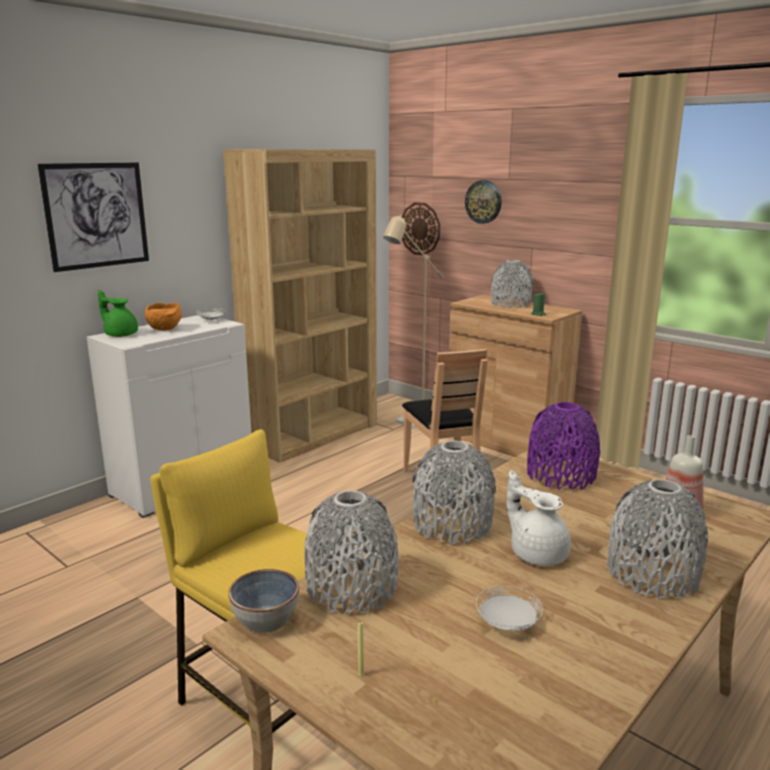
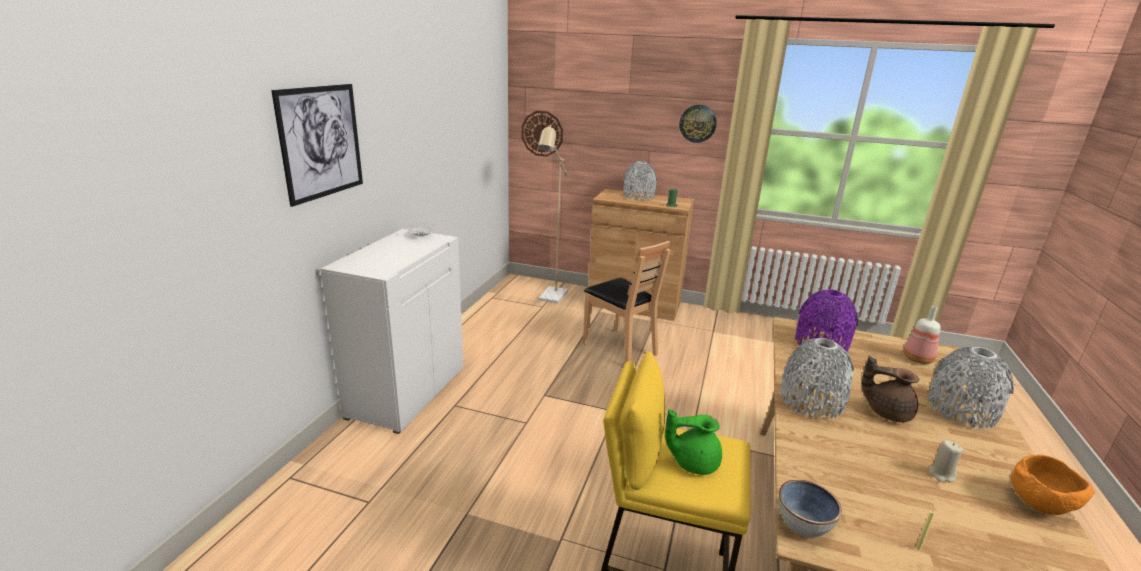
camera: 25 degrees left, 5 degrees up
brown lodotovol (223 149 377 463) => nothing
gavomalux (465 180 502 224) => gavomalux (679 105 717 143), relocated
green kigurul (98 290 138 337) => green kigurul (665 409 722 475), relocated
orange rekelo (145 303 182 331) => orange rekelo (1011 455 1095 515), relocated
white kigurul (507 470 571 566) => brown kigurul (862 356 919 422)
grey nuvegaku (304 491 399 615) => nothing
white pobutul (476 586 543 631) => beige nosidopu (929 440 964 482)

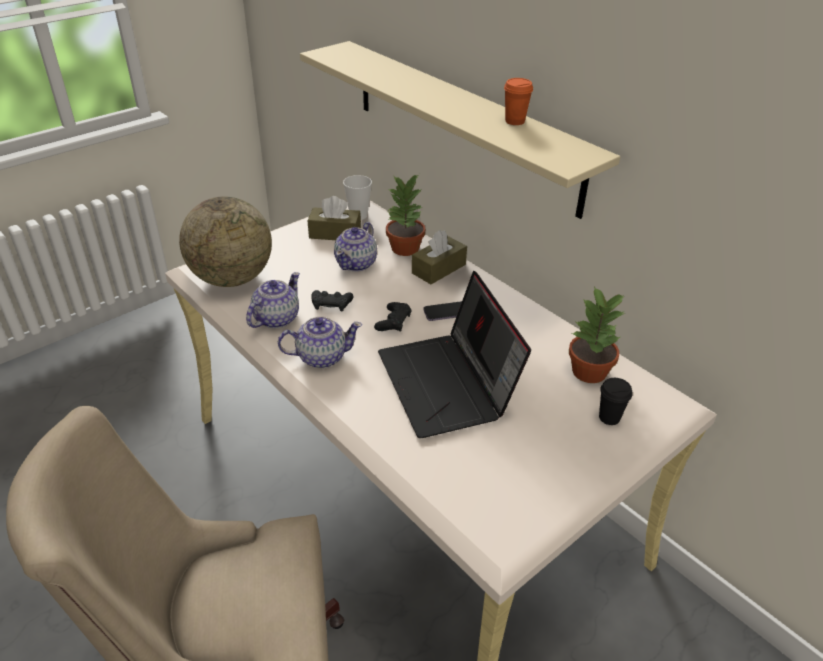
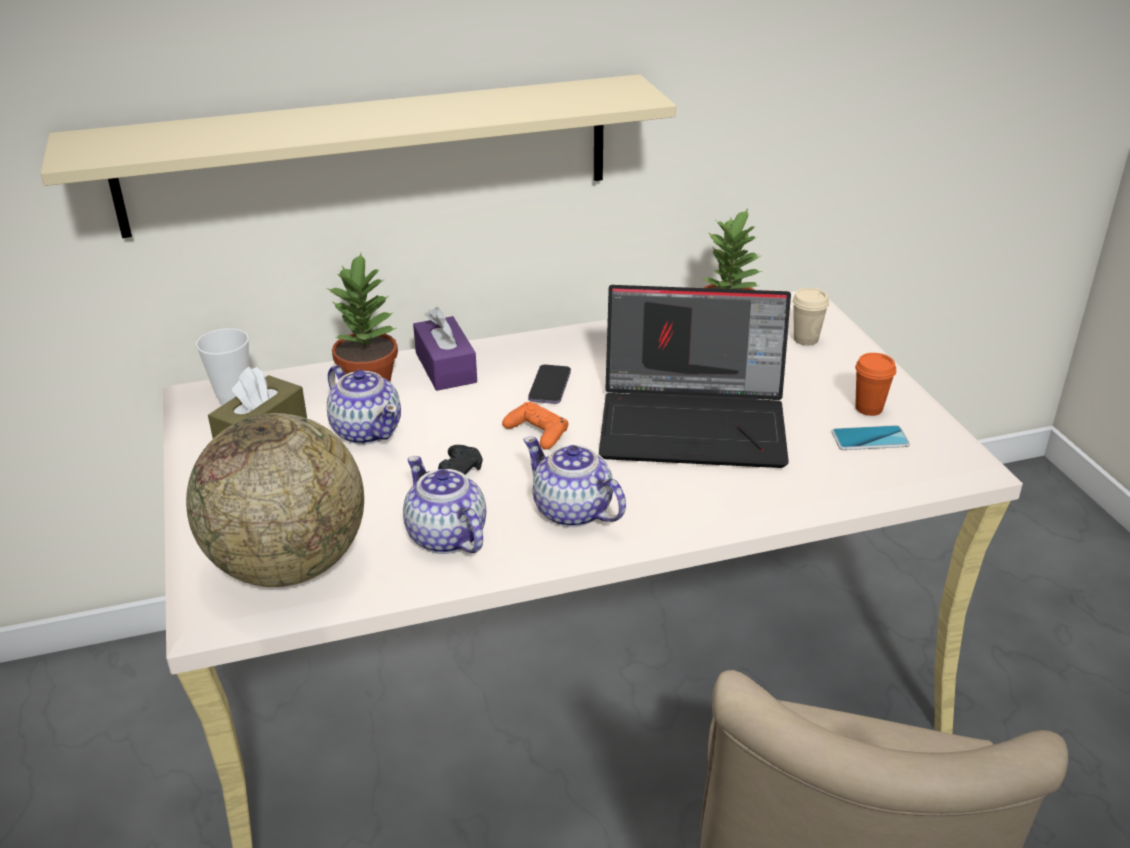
camera: 65 degrees left, 5 degrees down
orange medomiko (504 78 533 125) => orange medomiko (855 353 896 416), relocated
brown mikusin (412 230 467 284) => purple mikusin (413 307 477 391)
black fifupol (374 302 411 332) => orange fifupol (502 402 569 450)
kigurul (278 317 362 368) => kigurul (523 437 626 527), 60 degrees counterclockwise
black medomiko (599 378 632 425) => beige medomiko (792 288 829 345)
nothing => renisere (831 425 910 450)

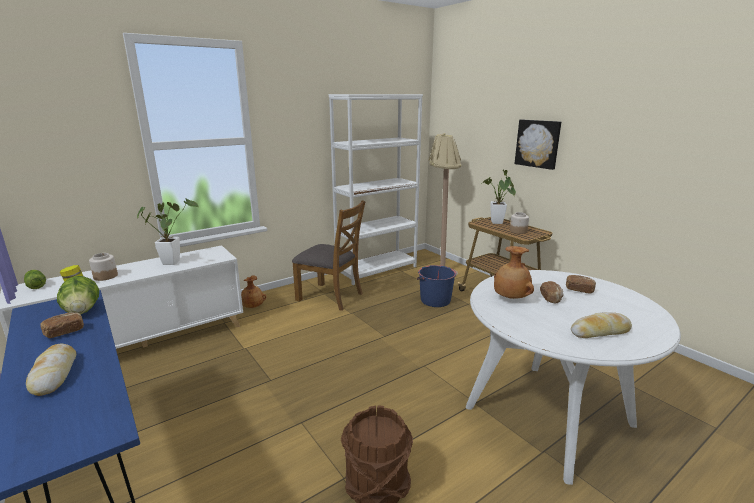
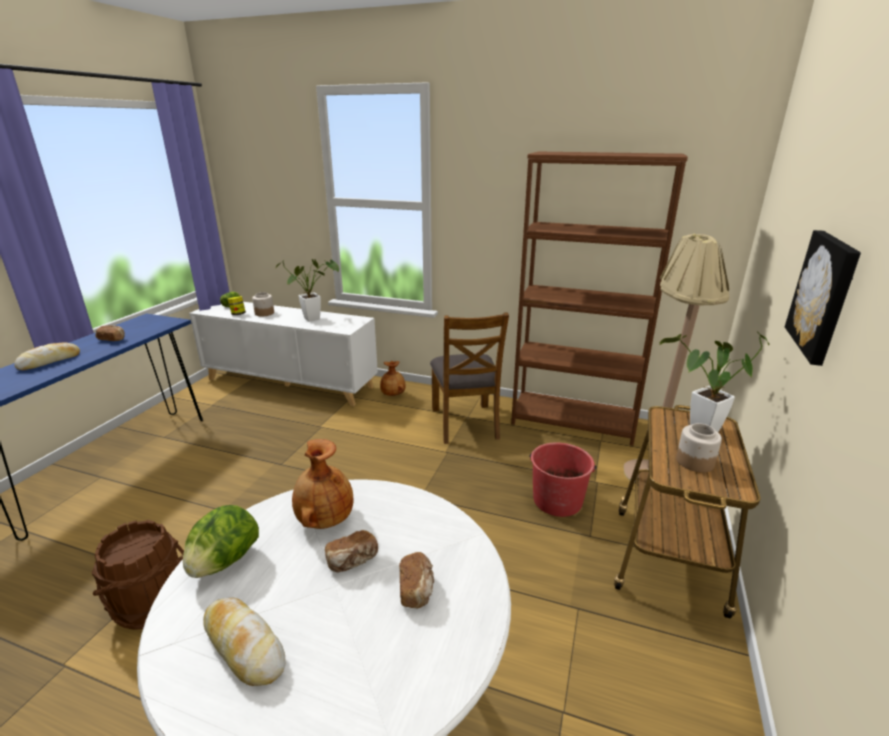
camera: 55 degrees right, 5 degrees up
white lodotovol (329 94 423 285) => brown lodotovol (511 152 688 446)
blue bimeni (417 265 456 307) => red bimeni (529 443 597 517)
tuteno (57 276 99 314) => tuteno (183 505 259 578), relocated

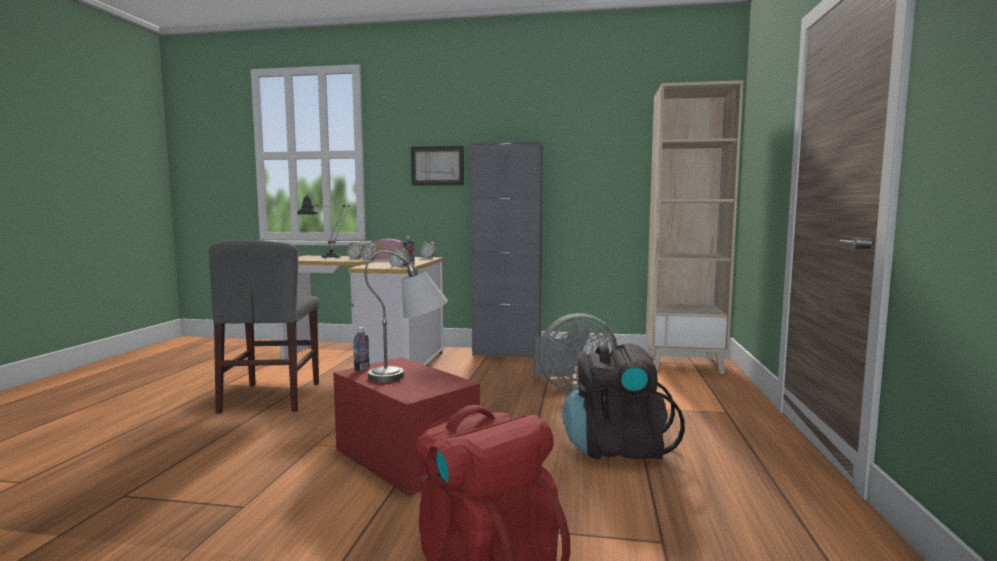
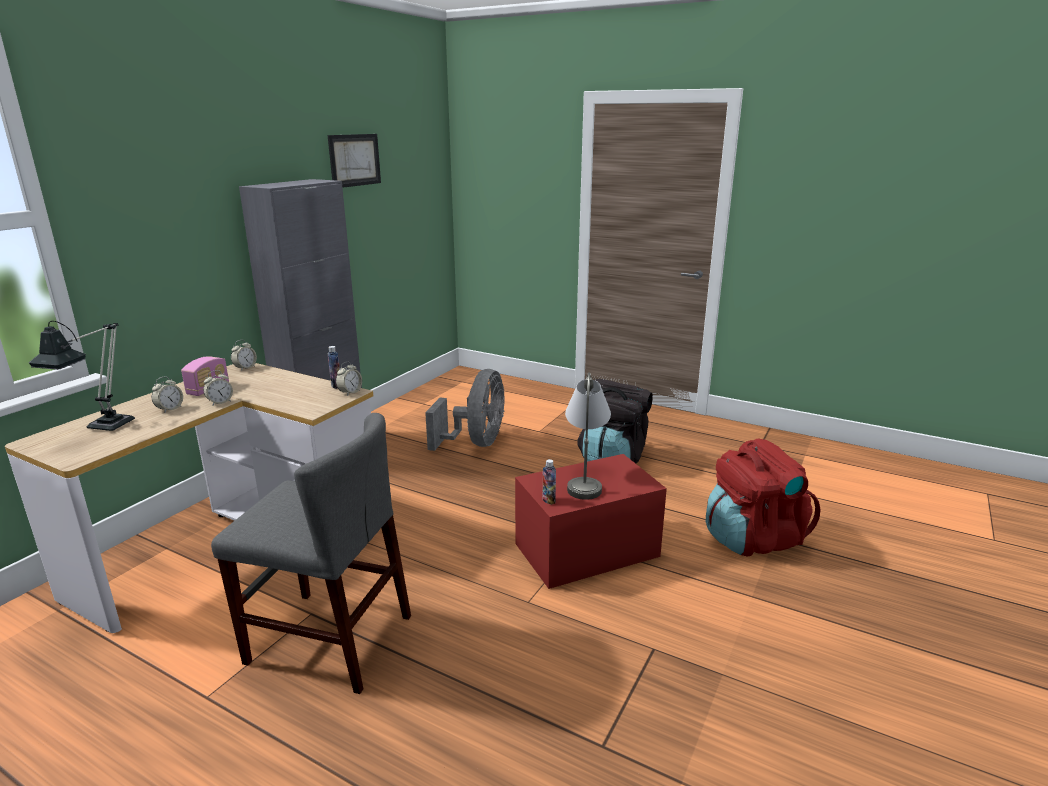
camera: 70 degrees left, 15 degrees up
beige lodotovol (646 80 744 374) => nothing
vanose (411 146 464 186) => vanose (328 134 381 188), relocated

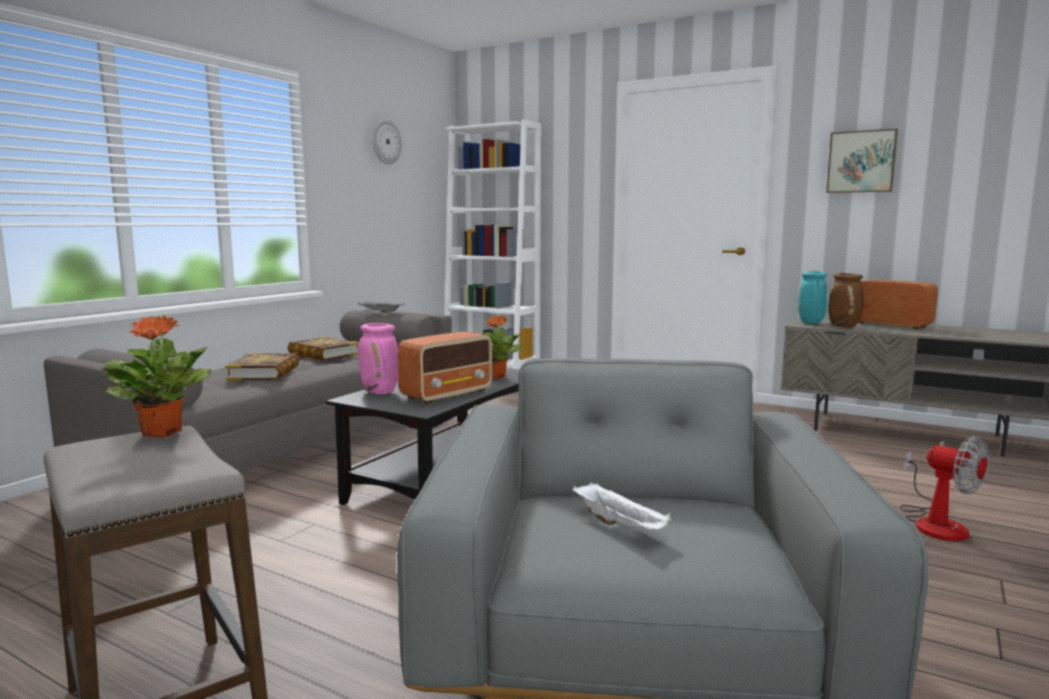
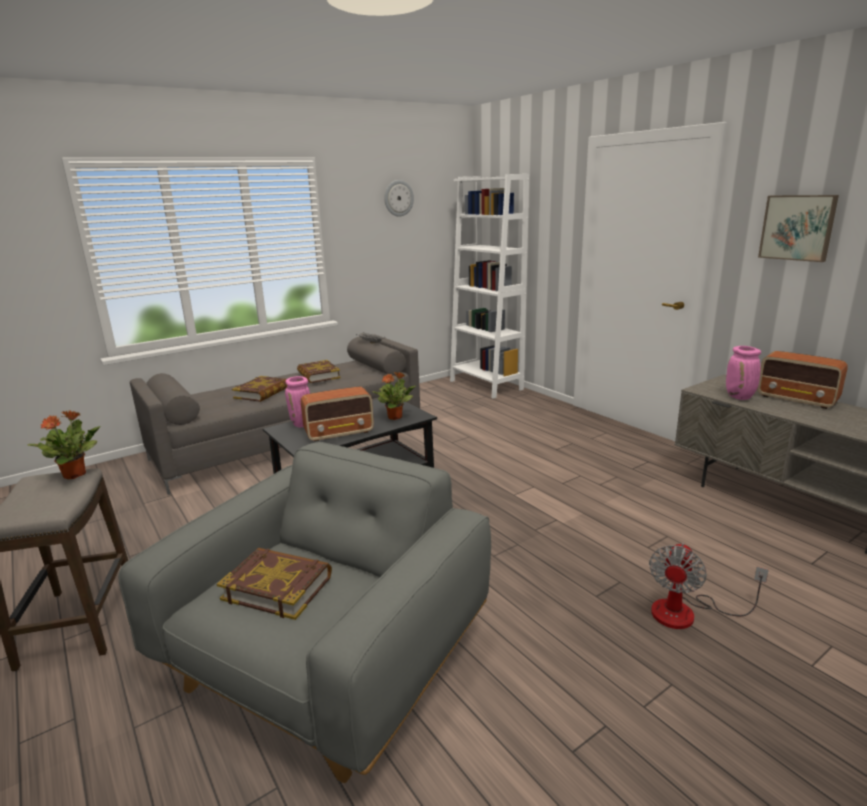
camera: 25 degrees right, 10 degrees up
turquoise nuvegaku (798 271 827 324) => nothing
brown nuvegaku (828 273 864 327) => pink nuvegaku (726 346 761 400)
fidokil (859 280 938 329) => fidokil (758 351 847 409), 150 degrees clockwise
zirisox (900 436 990 541) => zirisox (649 543 769 629), 45 degrees clockwise
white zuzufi (572 483 672 530) => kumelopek (217 548 332 620)

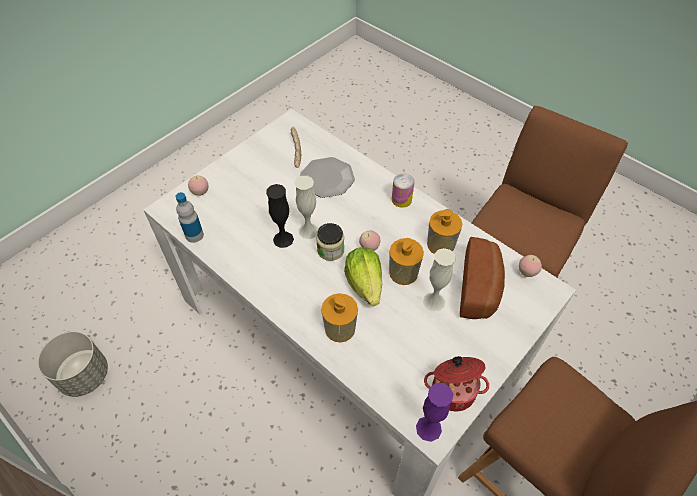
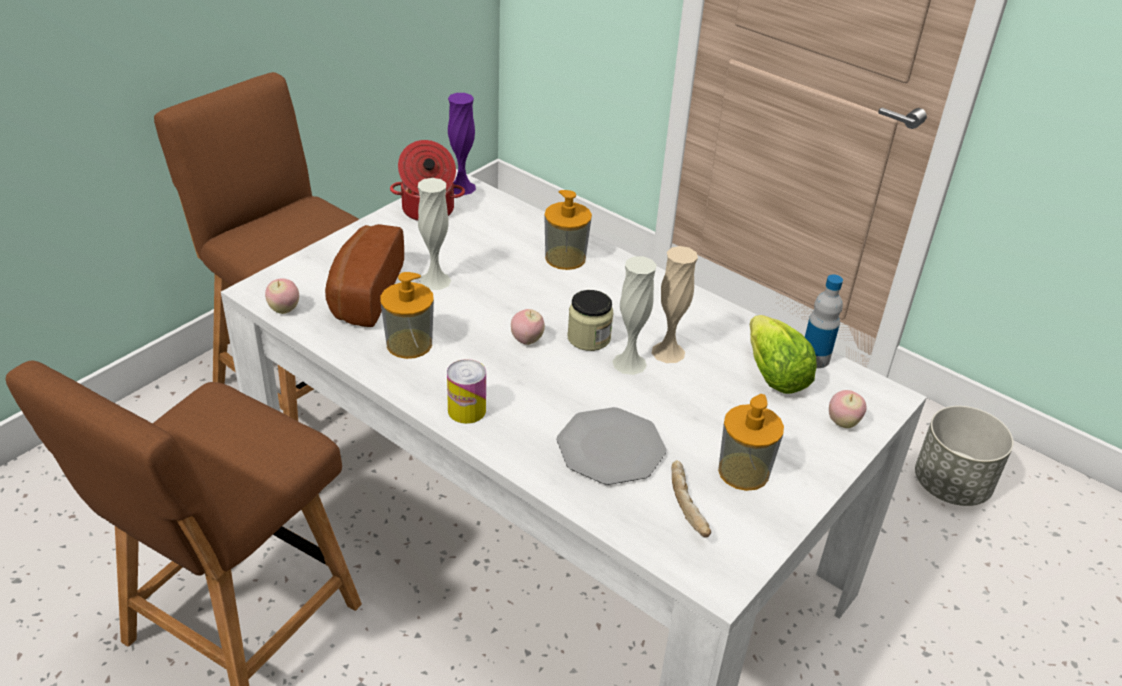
camera: 175 degrees right, 15 degrees down
black nuvegaku (266 184 294 248) => beige nuvegaku (652 246 698 363)
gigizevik (389 238 424 285) => gigizevik (718 394 784 491), relocated
tuteno (344 247 383 306) => tuteno (750 315 817 394), relocated

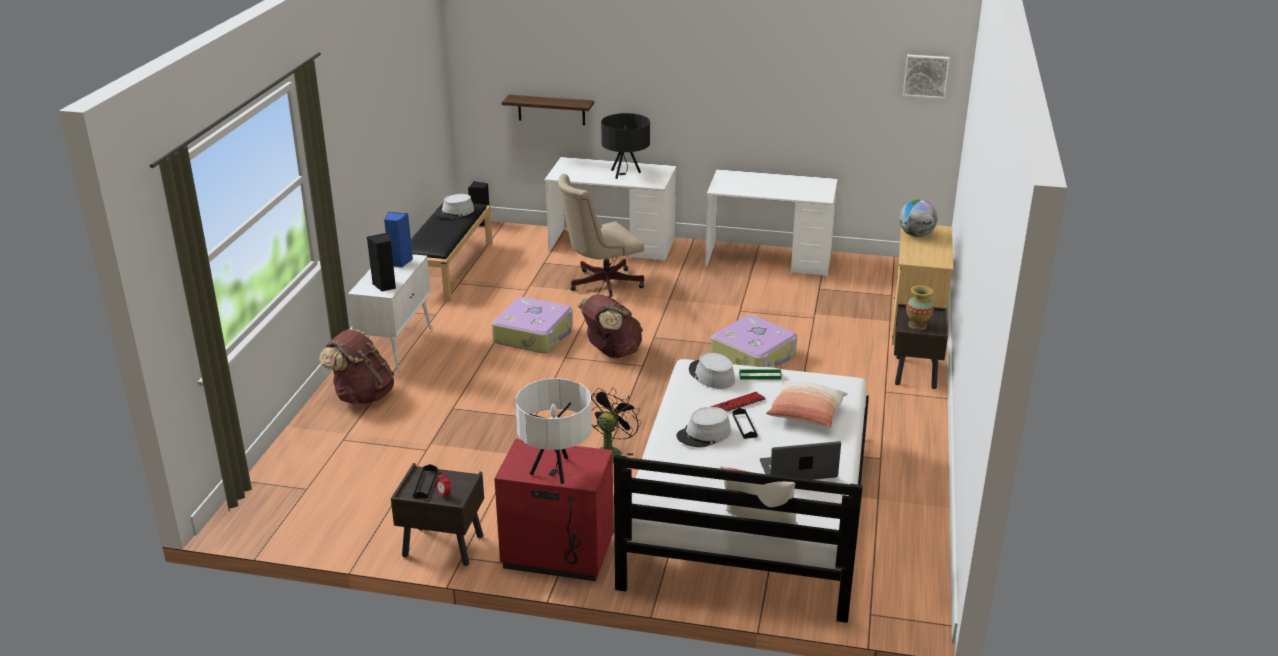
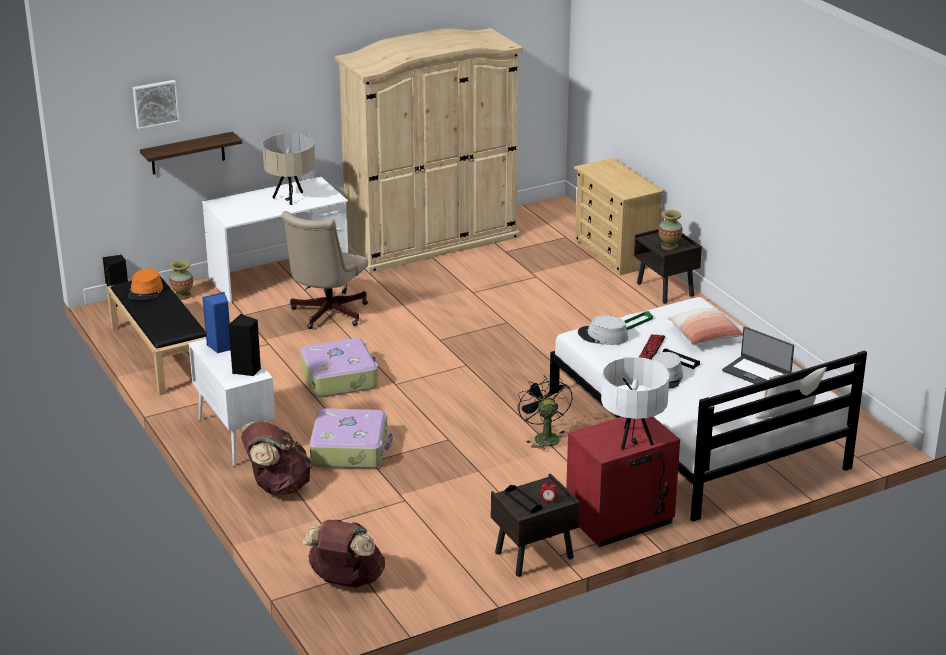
camera: 40 degrees left, 0 degrees up
vanose (903 55 950 99) => vanose (133 80 180 130), relocated
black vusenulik (601 113 650 179) => beige vusenulik (262 133 315 205)
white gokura (705 169 838 277) => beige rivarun (335 28 523 273)
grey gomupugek (435 194 474 219) => orange gomupugek (128 269 163 301)
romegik (899 199 937 237) => nothing
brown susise (577 294 643 358) => brown susise (303 519 385 588), relocated
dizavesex (710 315 797 368) => dizavesex (310 409 393 468), relocated
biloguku (760 441 841 480) => biloguku (722 326 794 384), 90 degrees counterclockwise
nothing => nuvegaku (169 260 193 300)

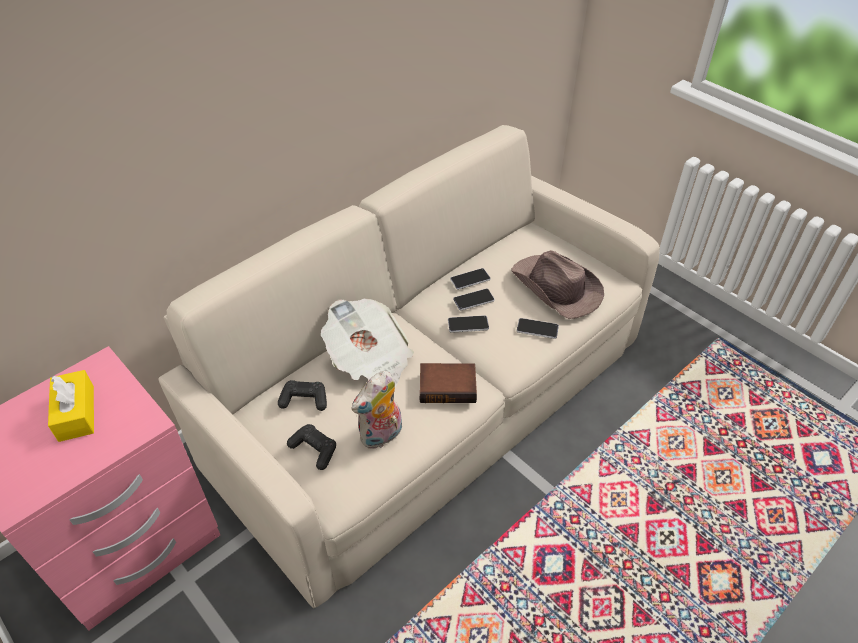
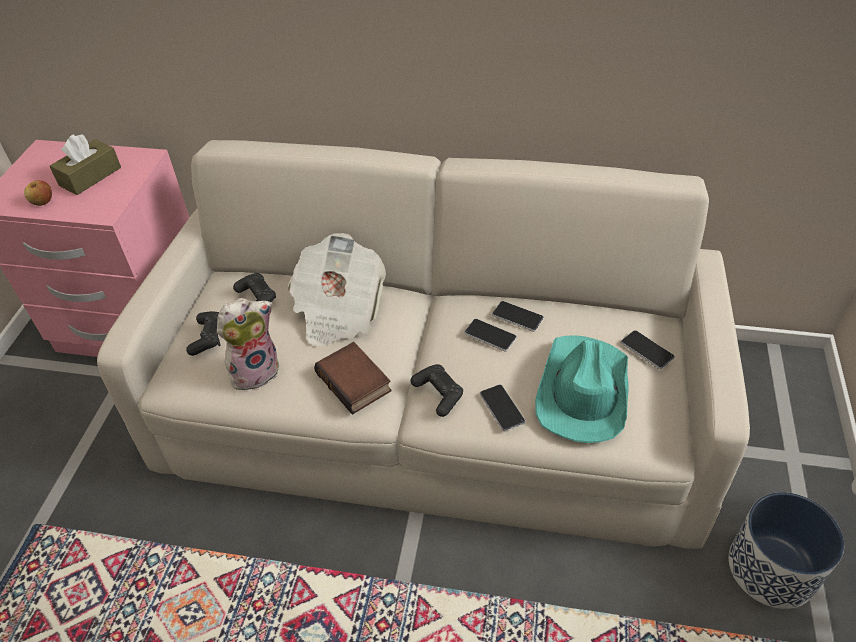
camera: 55 degrees right, 0 degrees up
brown gomupugek (511 250 604 319) => turquoise gomupugek (535 335 629 443)
renisere (448 315 489 333) => renisere (621 330 675 369), relocated
yellow mikusin (48 370 94 442) => brown mikusin (50 134 121 195)
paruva (352 371 402 449) => paruva (217 298 279 390), 135 degrees clockwise
nothing => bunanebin (24 180 52 206)
nothing => black fifupol (411 364 463 417)
nothing => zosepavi (729 492 844 609)

